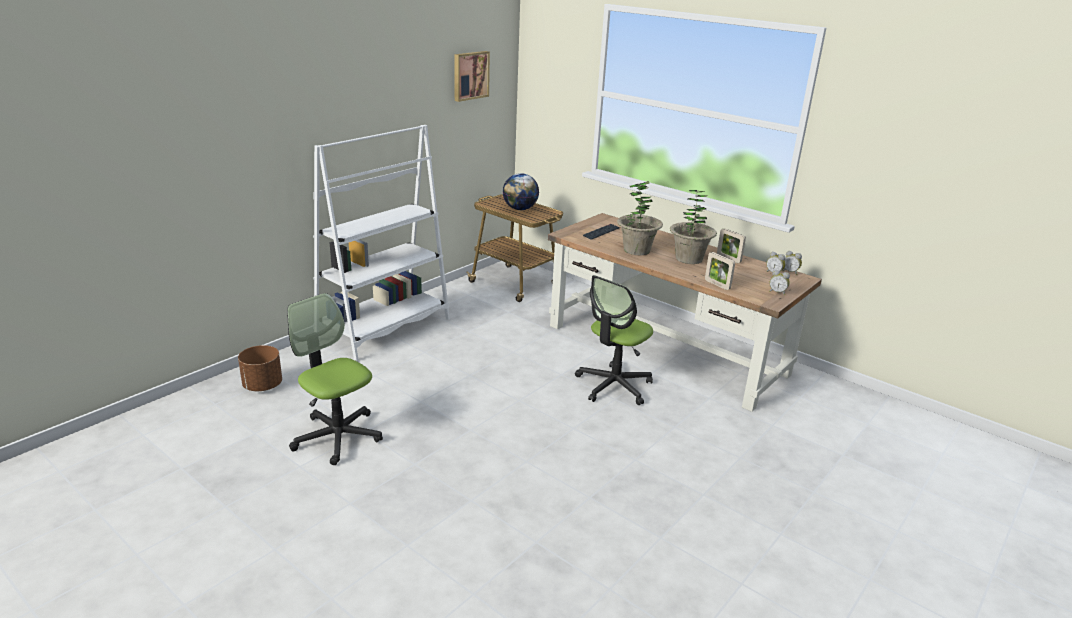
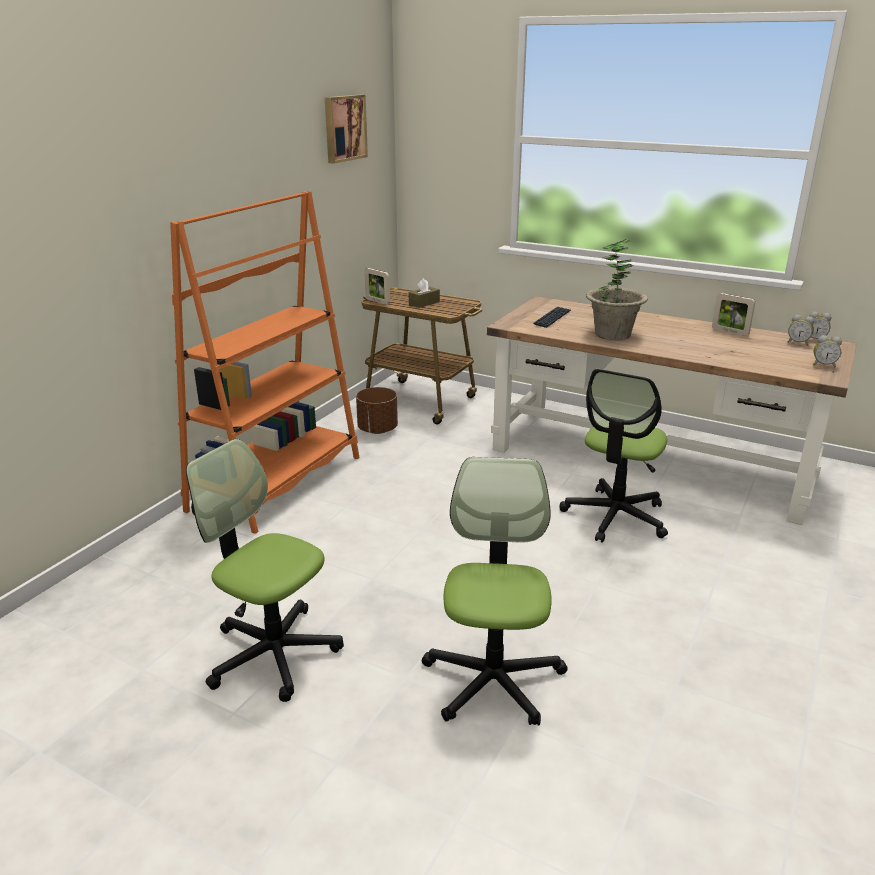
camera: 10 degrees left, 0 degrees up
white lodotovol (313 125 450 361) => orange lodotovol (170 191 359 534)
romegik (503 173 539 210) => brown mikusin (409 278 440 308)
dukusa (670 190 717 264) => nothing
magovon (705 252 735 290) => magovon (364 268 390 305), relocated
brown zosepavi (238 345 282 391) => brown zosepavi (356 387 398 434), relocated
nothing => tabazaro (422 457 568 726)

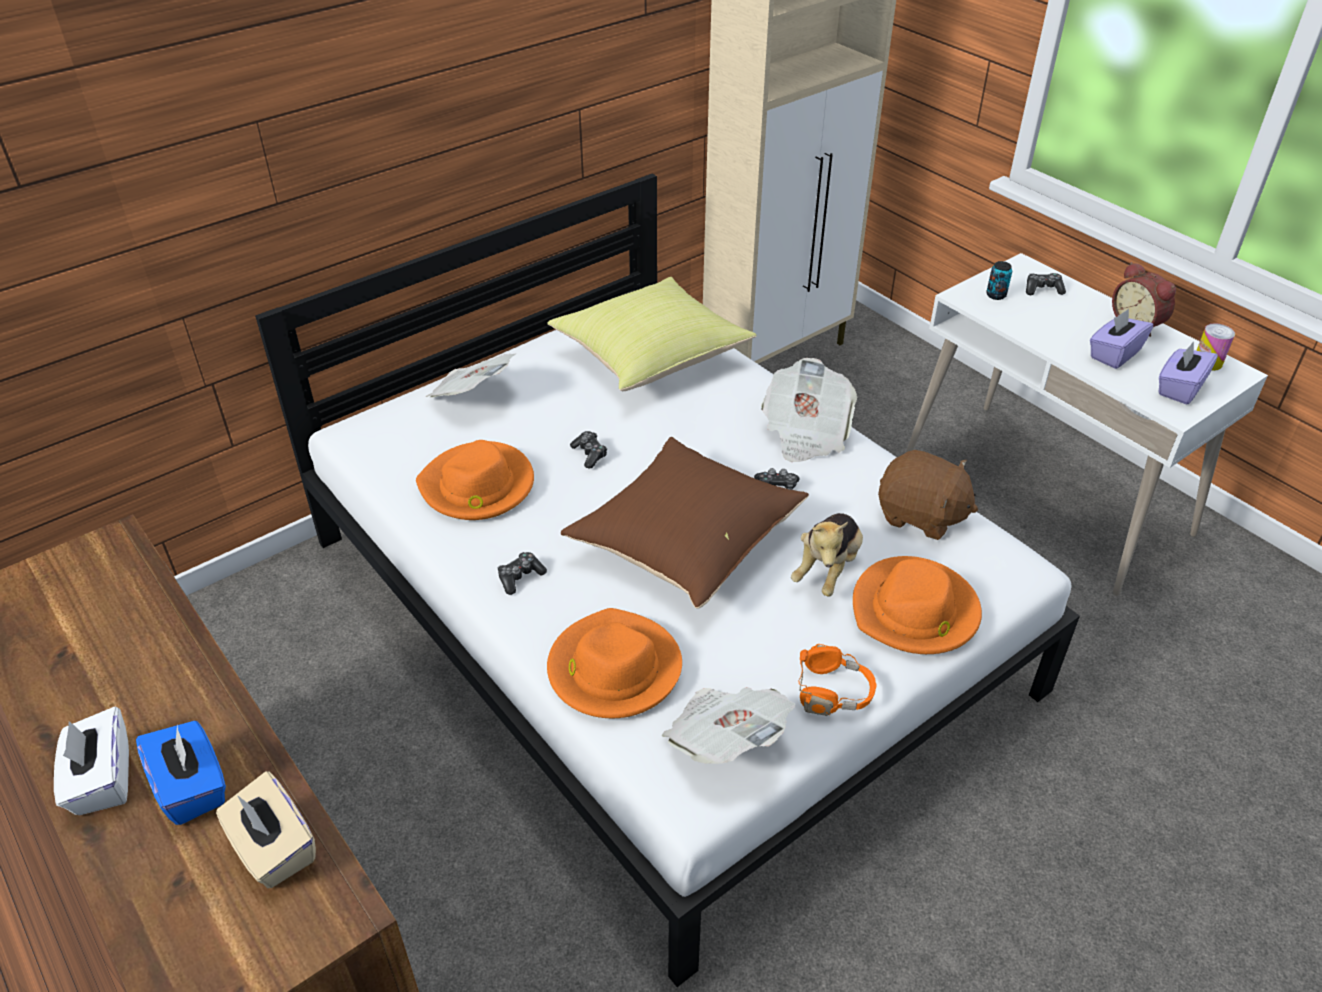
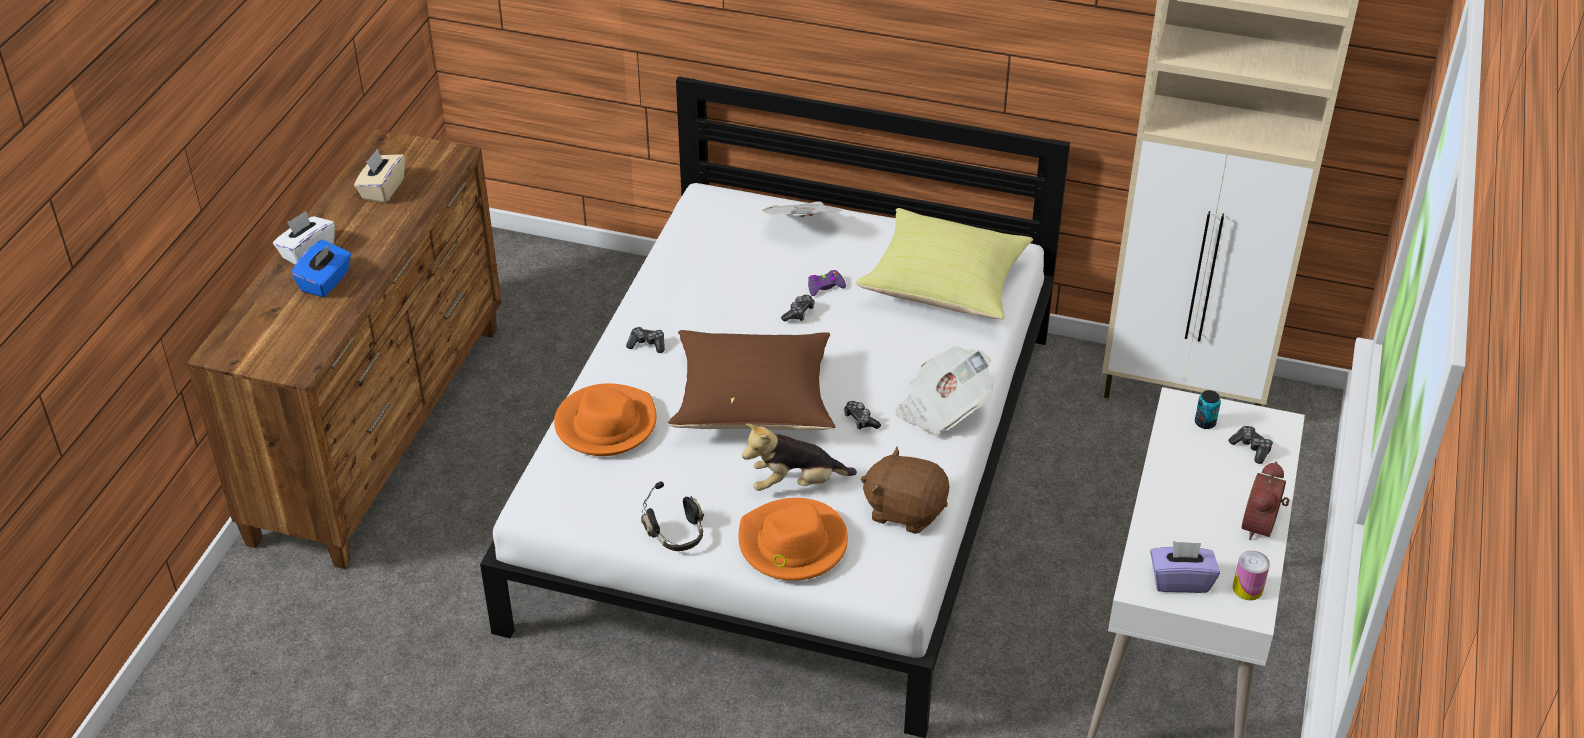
camera: 55 degrees right, 0 degrees up
purple mikusin (1090 309 1153 369) => nothing
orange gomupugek (416 440 534 520) => nothing
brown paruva (878 450 978 540) => brown paruva (861 447 949 534), 120 degrees clockwise
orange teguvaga (798 644 876 716) => black teguvaga (641 481 704 551)
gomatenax (661 687 795 764) => nothing
beige mikusin (216 771 316 888) => beige mikusin (354 149 405 203), relocated
nothing => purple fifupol (808 270 846 296)

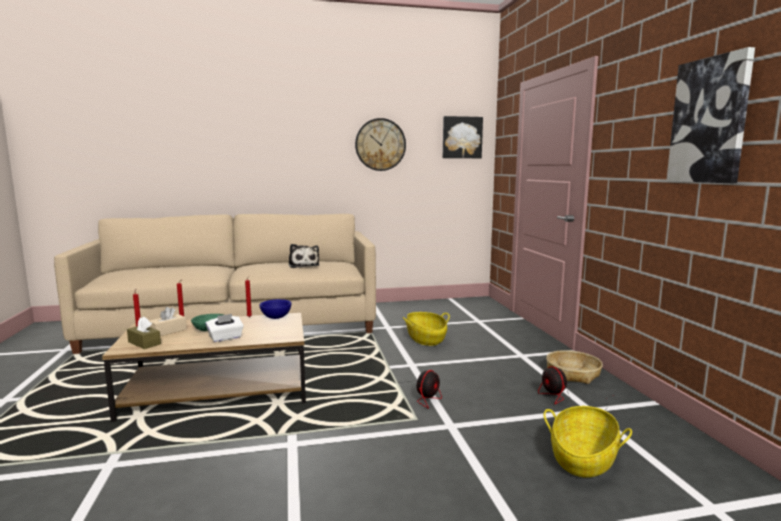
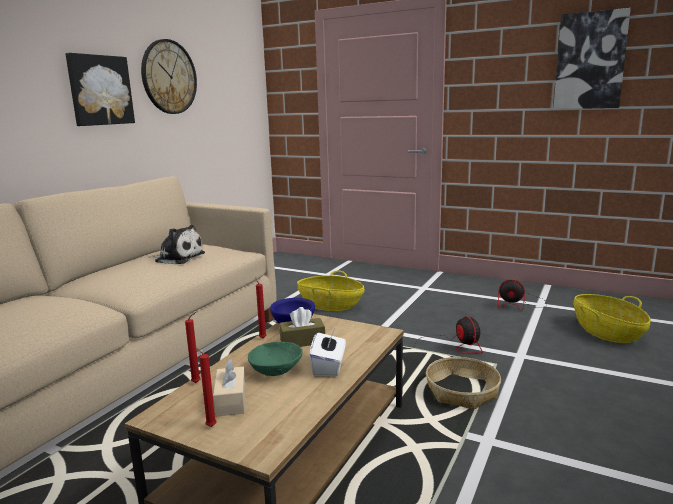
camera: 50 degrees left, 5 degrees up
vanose (443 116 483 158) => vanose (65 53 135 126), relocated
brown mikusin (127 316 161 349) => brown mikusin (279 307 325 347), relocated
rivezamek (546 350 603 384) => rivezamek (426 357 501 410), relocated

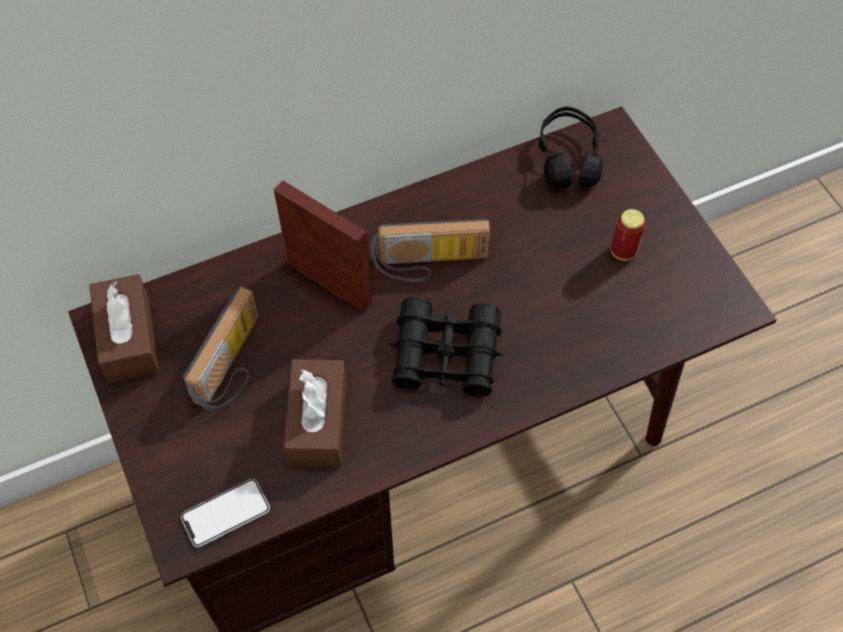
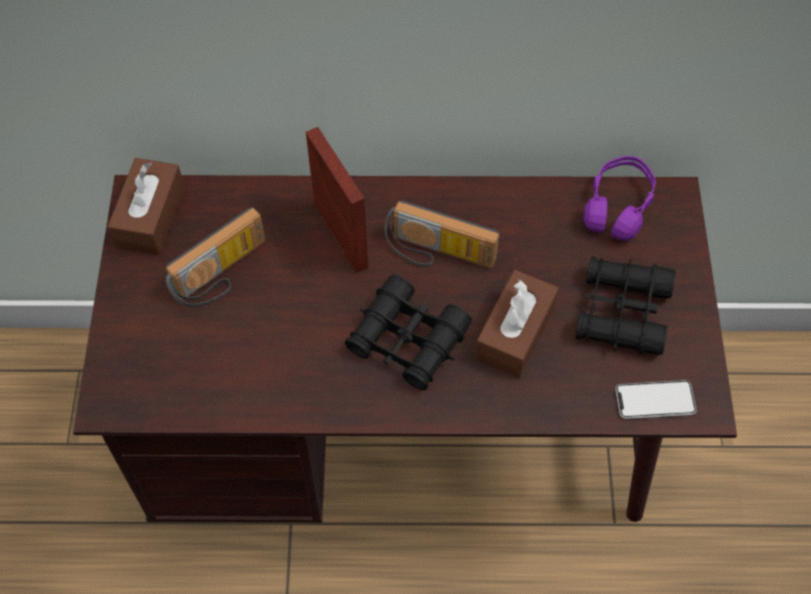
camera: 25 degrees right, 0 degrees up
black teguvaga (538 106 603 188) => purple teguvaga (583 156 656 241)
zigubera (611 209 646 261) => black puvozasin (576 256 676 355)
brown mikusin (284 359 346 467) => brown mikusin (475 270 559 379), relocated
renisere (181 479 270 548) => renisere (615 380 697 419), relocated

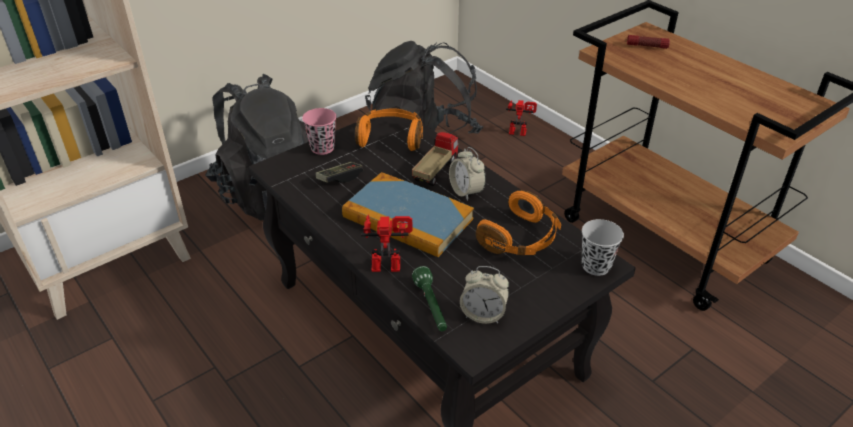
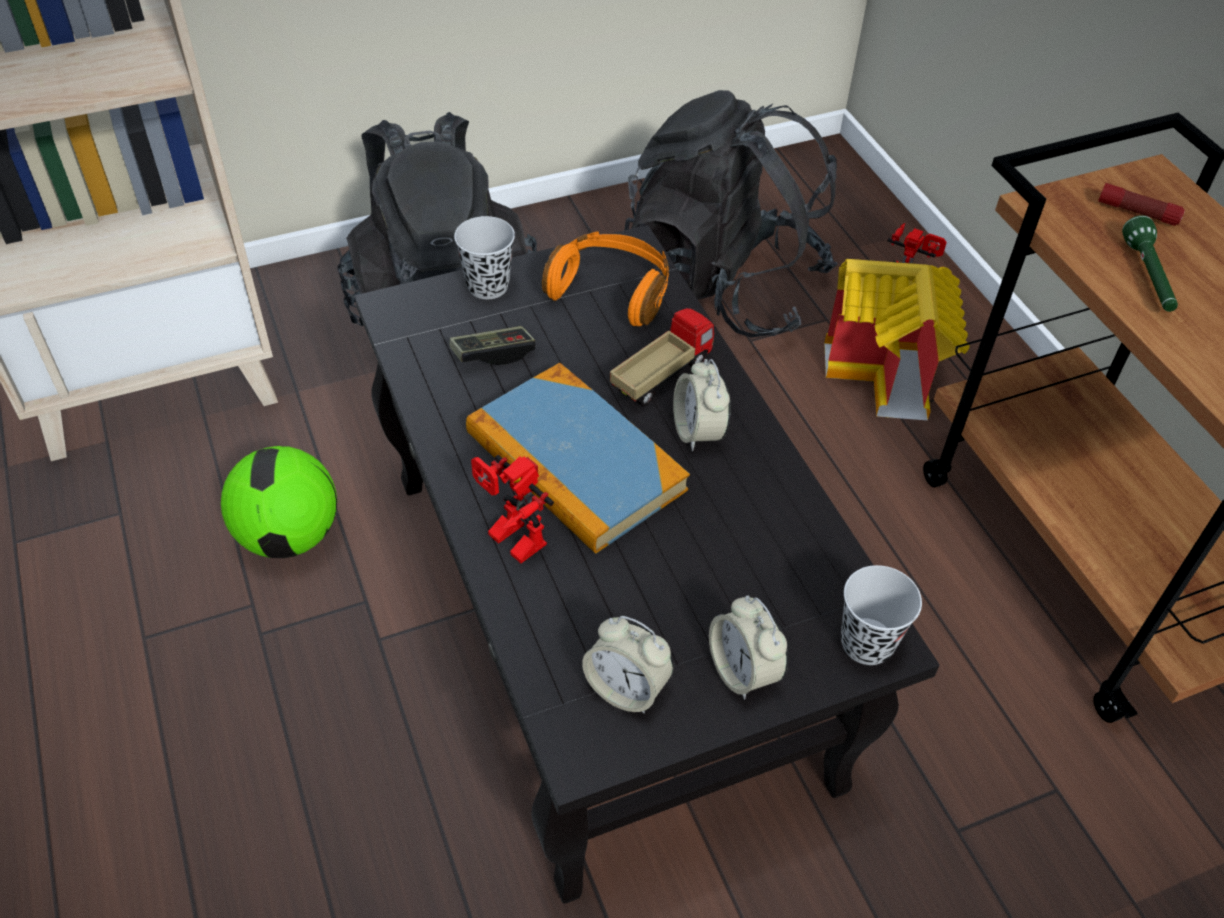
camera: 15 degrees right, 10 degrees up
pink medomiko (302 108 336 155) => black medomiko (454 216 515 299)
orange teguvaga (476 190 561 256) => nothing
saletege (361 215 412 272) => saletege (471 455 554 563), 150 degrees counterclockwise
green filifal (412 266 447 331) => green filifal (1122 215 1178 312), relocated
nothing => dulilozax (824 259 970 420)
nothing => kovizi (221 446 337 558)
nothing => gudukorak (709 596 788 700)

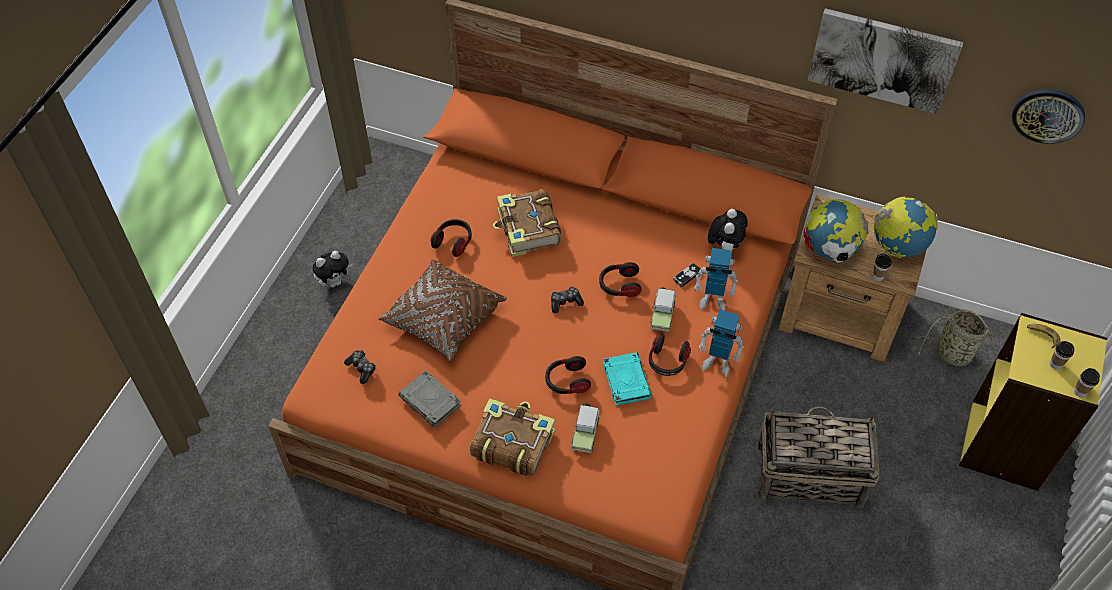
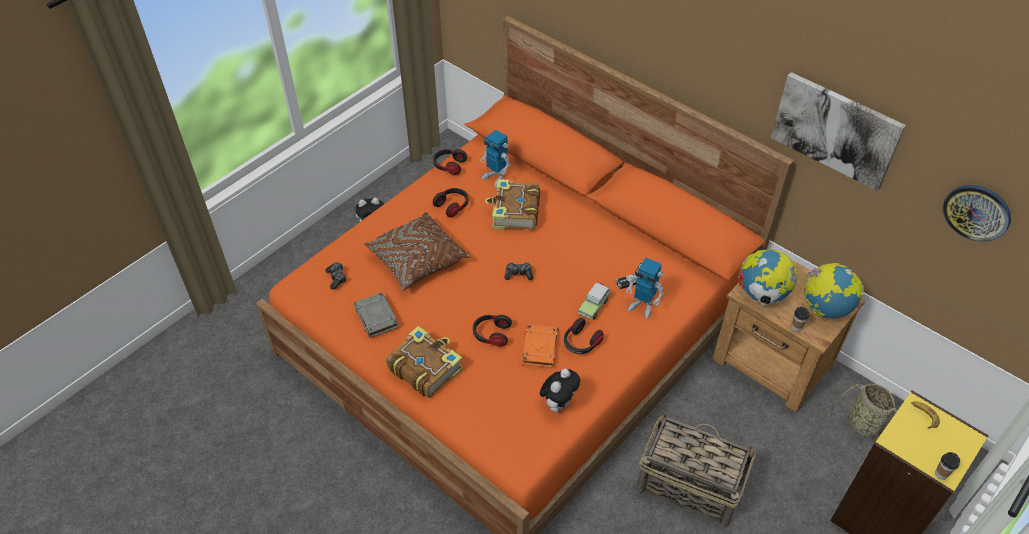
camera: 20 degrees right, 5 degrees down
paruva (708 209 748 253) => paruva (540 369 580 412), relocated
teguvaga (599 262 641 297) => teguvaga (433 149 467 175), relocated
saletege (698 310 744 377) => saletege (480 130 510 187), relocated
medomiko (1050 341 1074 370) => nothing
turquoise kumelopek (603 352 652 406) => orange kumelopek (522 325 559 368)
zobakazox (571 403 600 453) => nothing

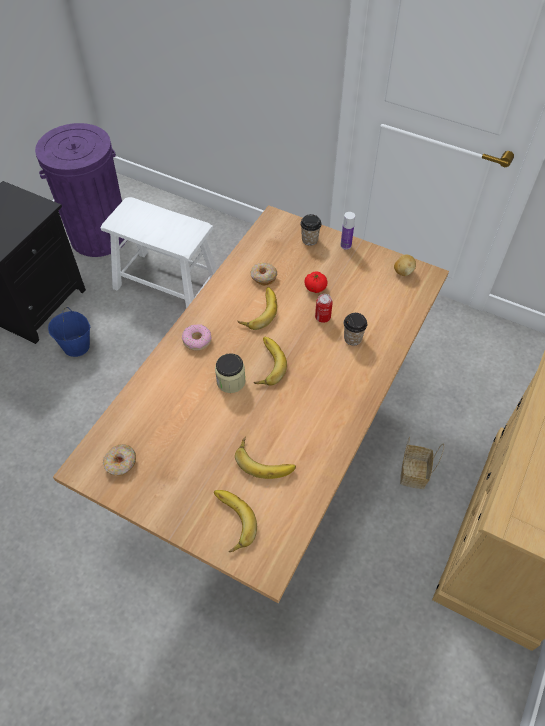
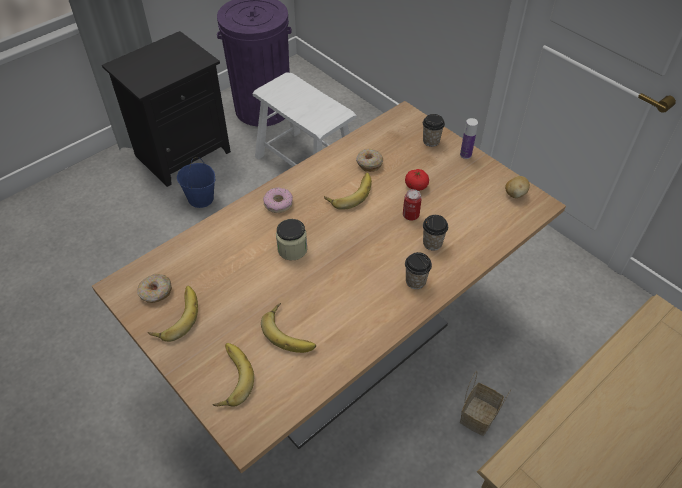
camera: 20 degrees right, 5 degrees down
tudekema (254 337 287 385) => tudekema (148 286 198 342), relocated
nothing => medomiko (405 252 432 289)

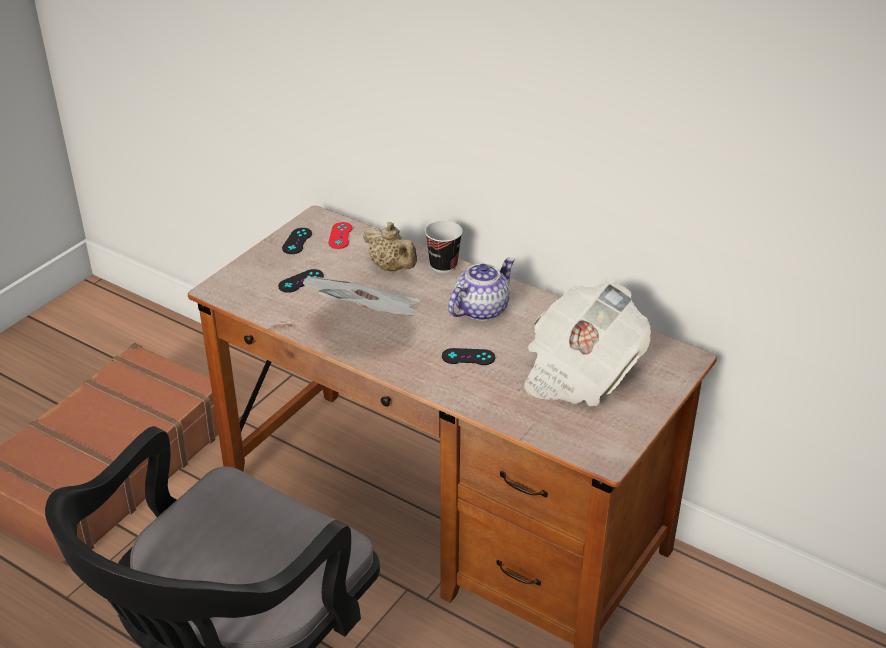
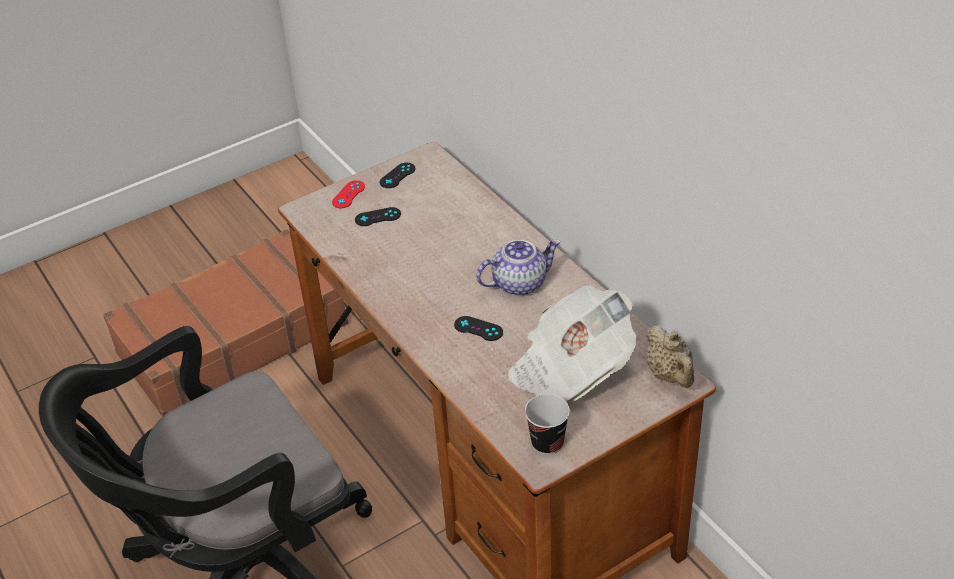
camera: 25 degrees right, 5 degrees up
medomiko (425 221 463 273) => medomiko (525 394 570 455), relocated
red fifupol (328 222 352 249) => red fifupol (332 180 365 208), relocated
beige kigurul (363 222 417 271) => beige kigurul (646 325 694 388), relocated
gomatenax (303 277 420 316) => nothing

